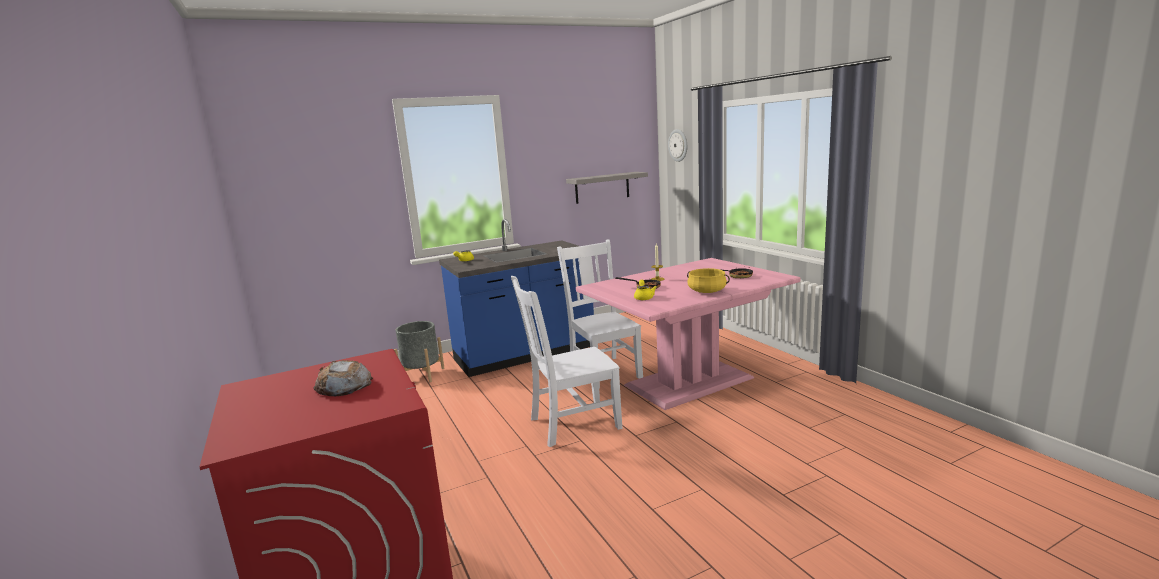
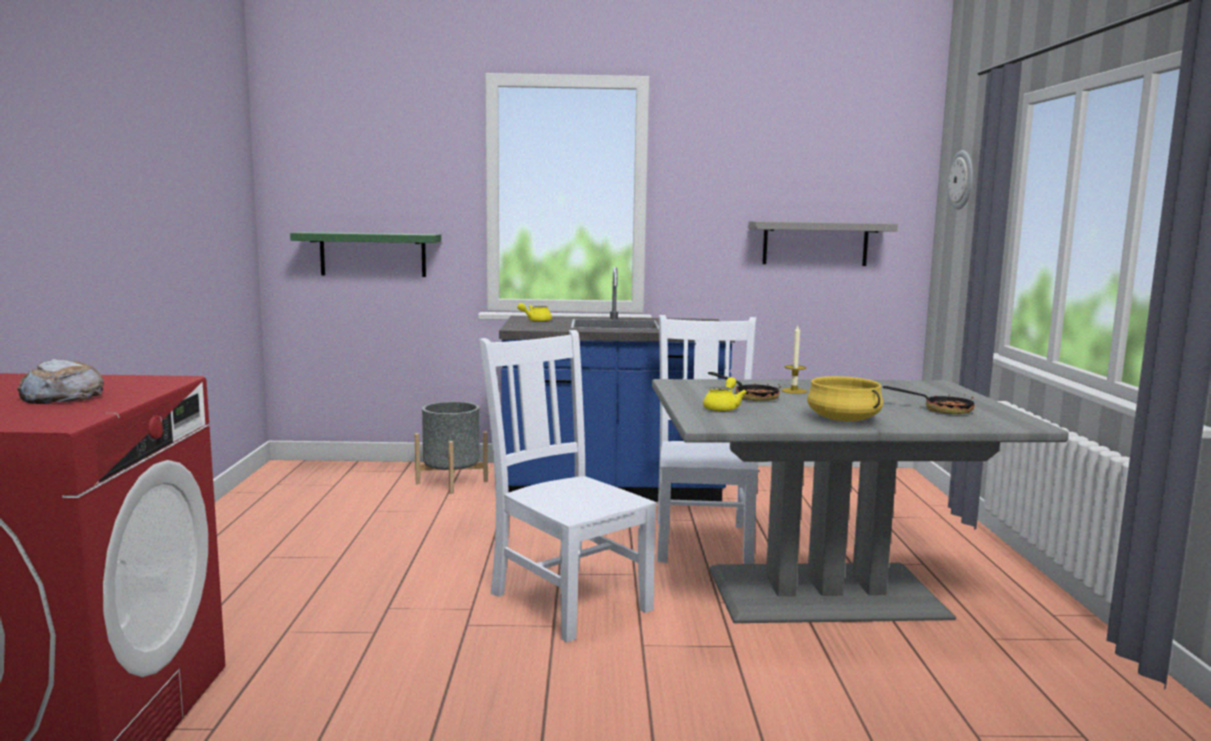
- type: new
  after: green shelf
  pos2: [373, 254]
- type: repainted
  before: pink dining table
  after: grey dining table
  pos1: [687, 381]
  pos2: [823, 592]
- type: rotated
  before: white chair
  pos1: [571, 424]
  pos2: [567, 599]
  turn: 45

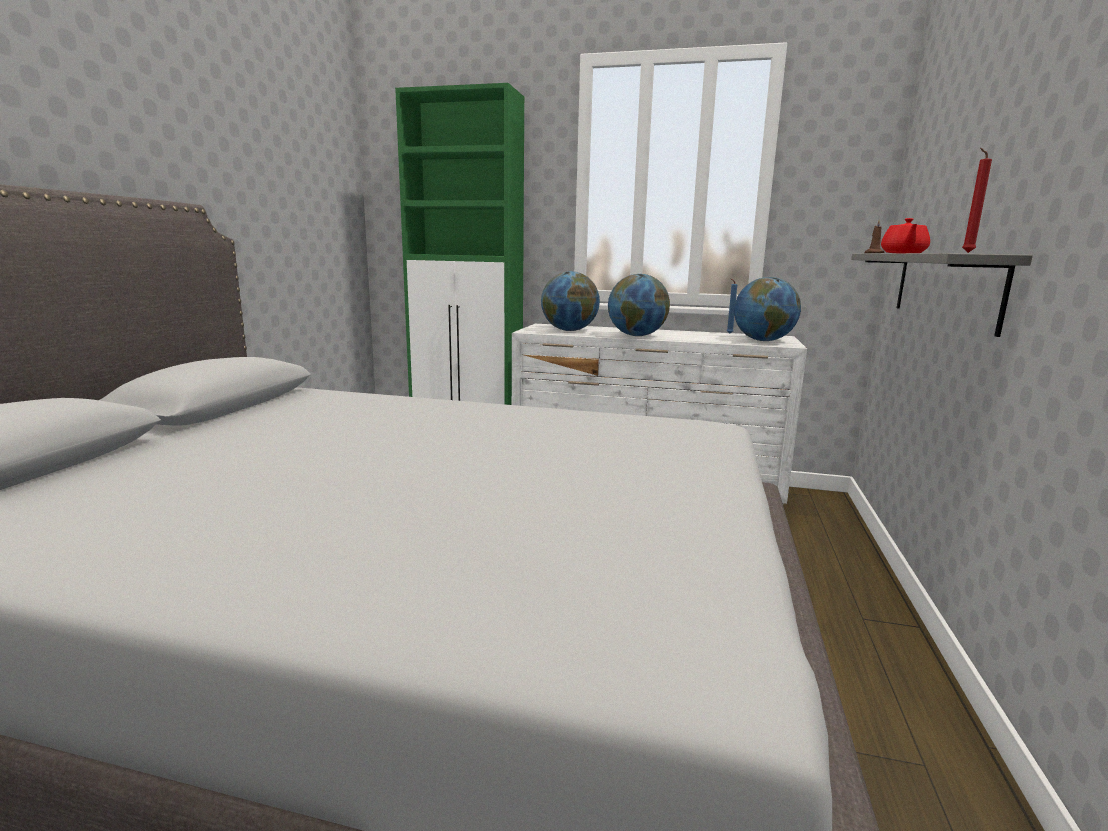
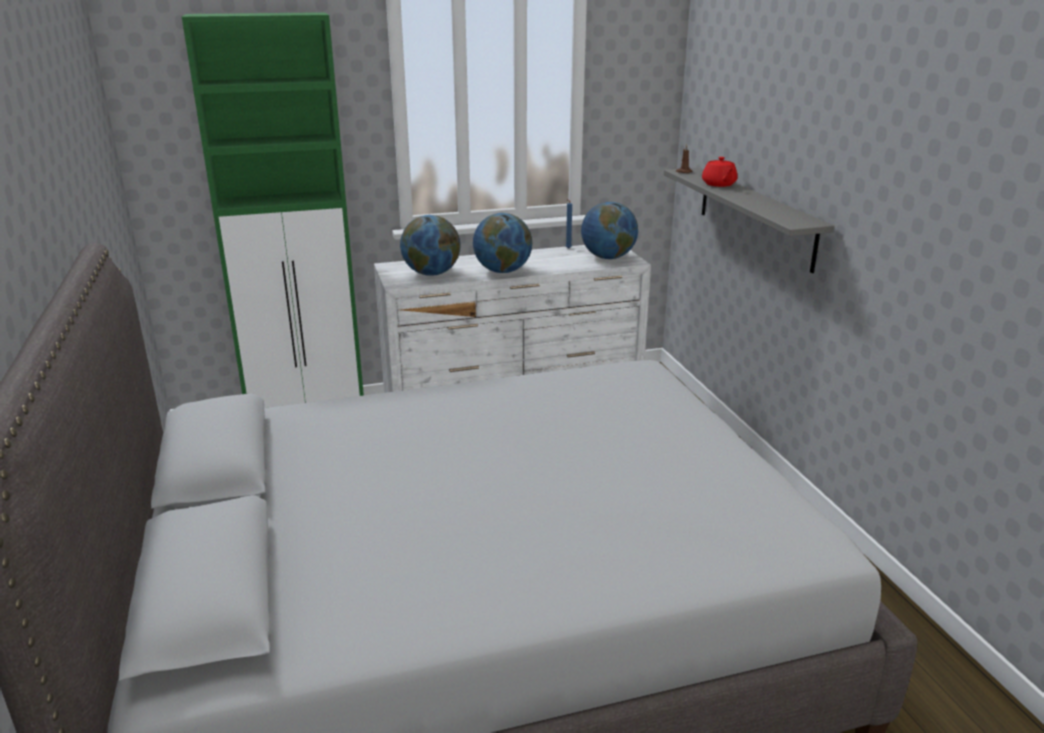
- type: gone
  before: red candle
  pos1: [966, 252]

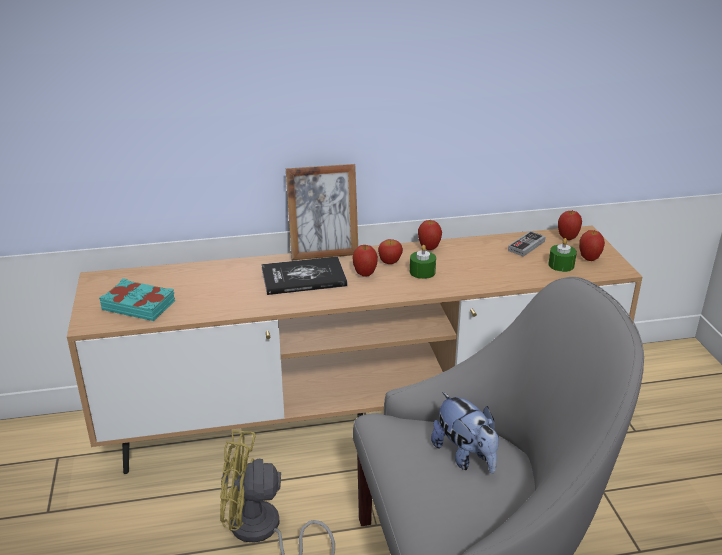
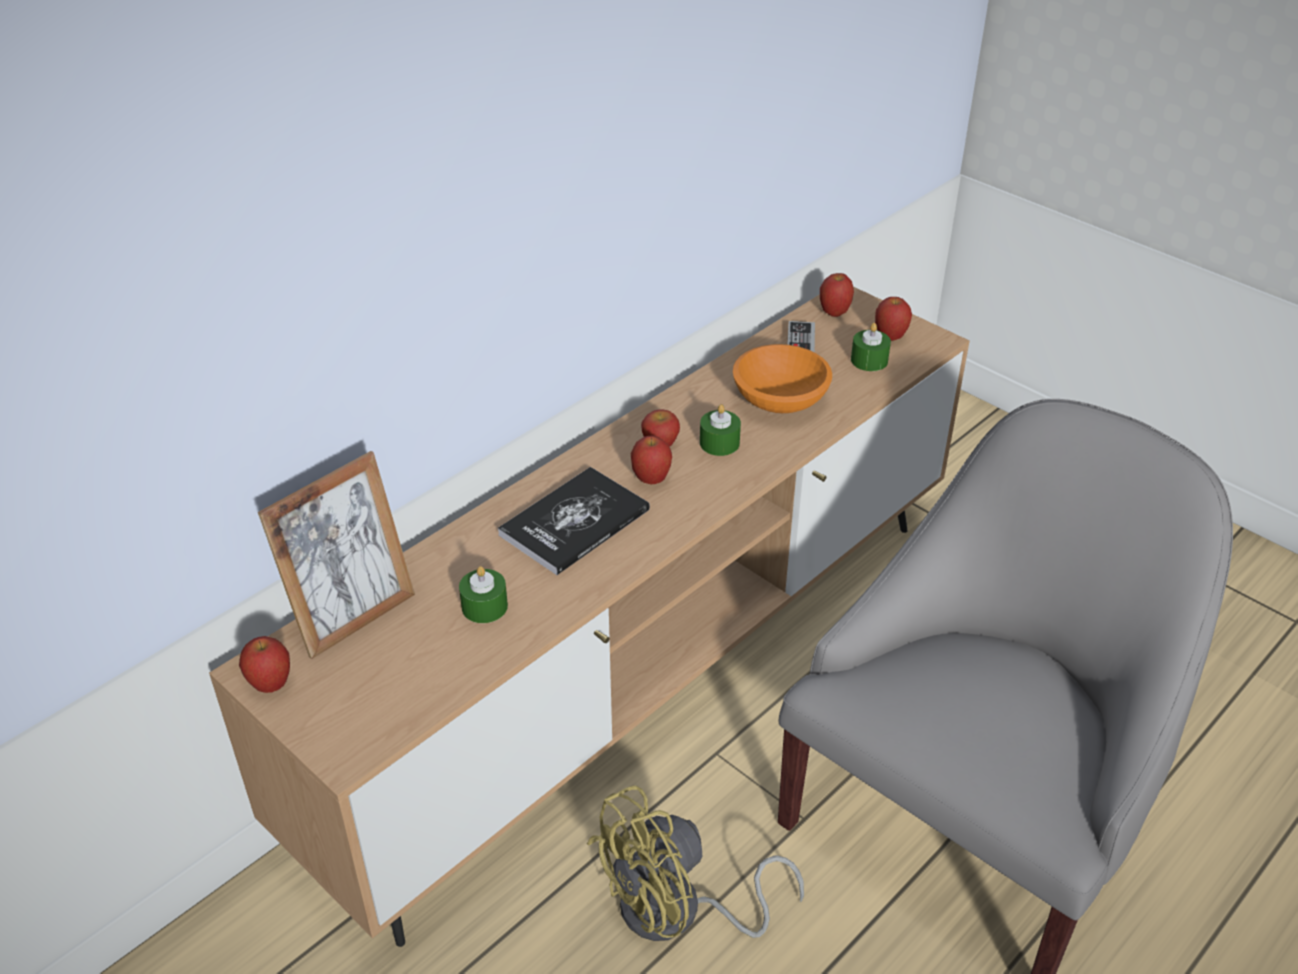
- type: gone
  before: turquoise book
  pos1: [139, 305]
- type: gone
  before: plush toy
  pos1: [465, 456]
- type: new
  after: green candle
  pos2: [484, 606]
- type: new
  after: orange bowl
  pos2: [780, 399]
- type: shifted
  before: picture frame
  pos1: [324, 253]
  pos2: [353, 616]
- type: shifted
  before: apple
  pos1: [429, 248]
  pos2: [271, 685]

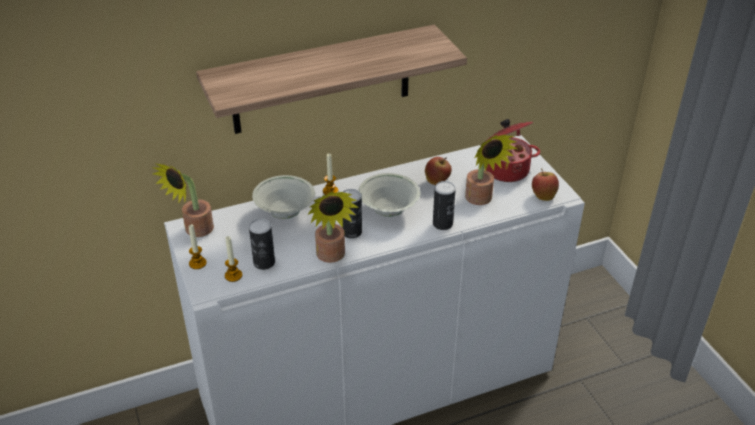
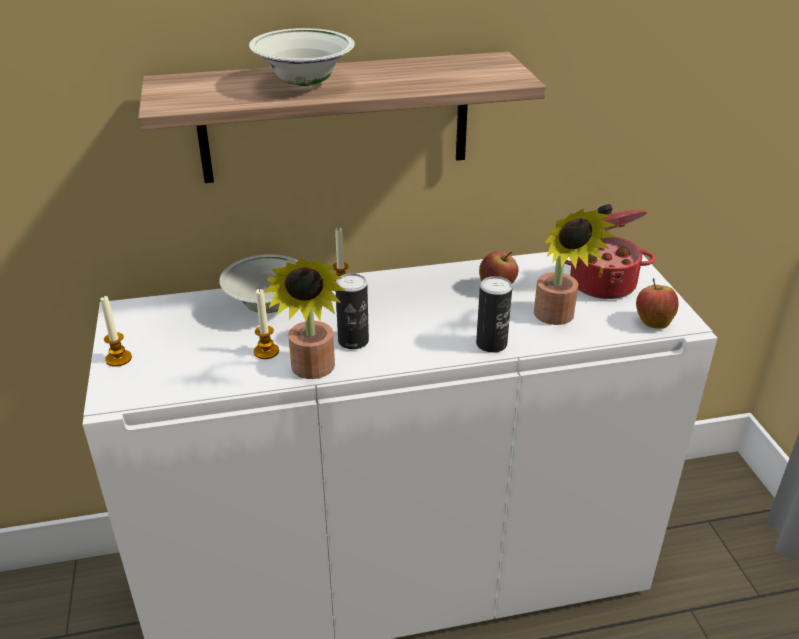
- type: gone
  before: potted plant
  pos1: [195, 231]
- type: gone
  before: can
  pos1: [264, 262]
- type: shifted
  before: candle
  pos1: [233, 275]
  pos2: [266, 351]
- type: shifted
  before: white bowl
  pos1: [388, 210]
  pos2: [304, 83]

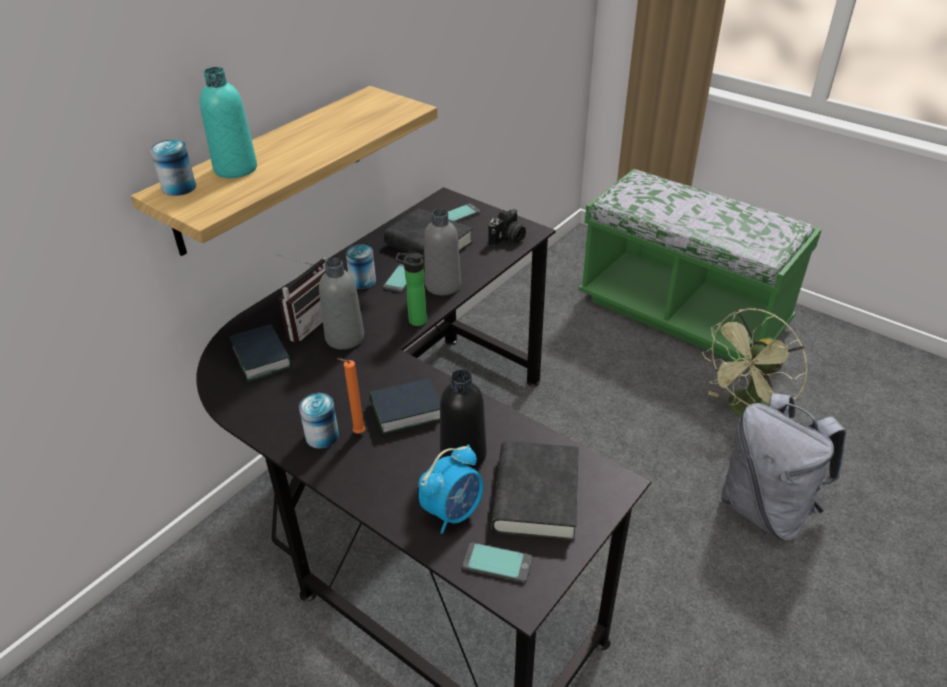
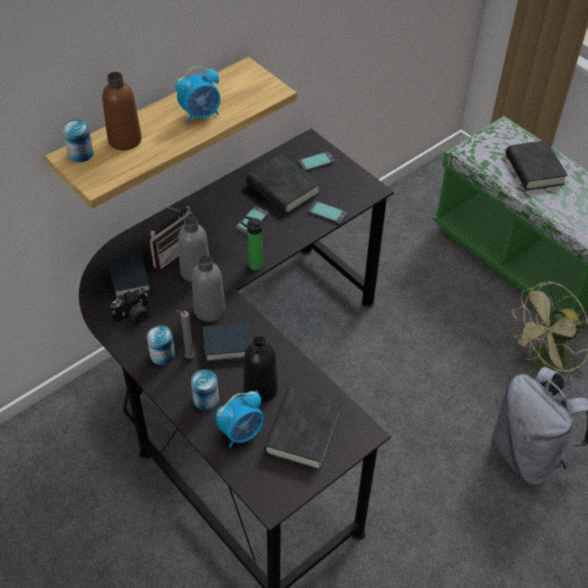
- type: new
  after: alarm clock
  pos2: [201, 115]
- type: new
  after: black book
  pos2: [534, 169]
- type: shifted
  before: can
  pos1: [362, 281]
  pos2: [206, 399]
- type: shifted
  before: grey bottle
  pos1: [443, 285]
  pos2: [209, 309]
- type: shifted
  before: phone
  pos1: [497, 563]
  pos2: [327, 213]
- type: shifted
  before: photo camera
  pos1: [508, 239]
  pos2: [133, 316]
- type: repainted
  before: turquoise bottle
  after: brown bottle
  pos1: [235, 169]
  pos2: [125, 140]
- type: repainted
  before: orange candle
  after: grey candle
  pos1: [357, 433]
  pos2: [188, 357]

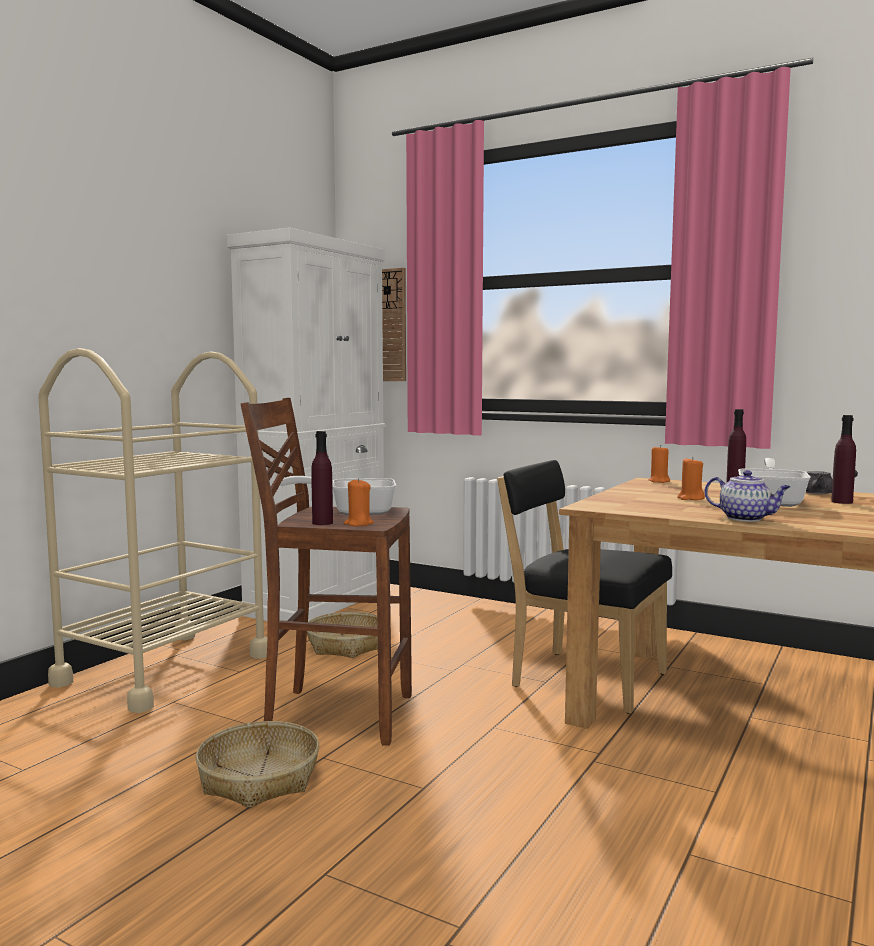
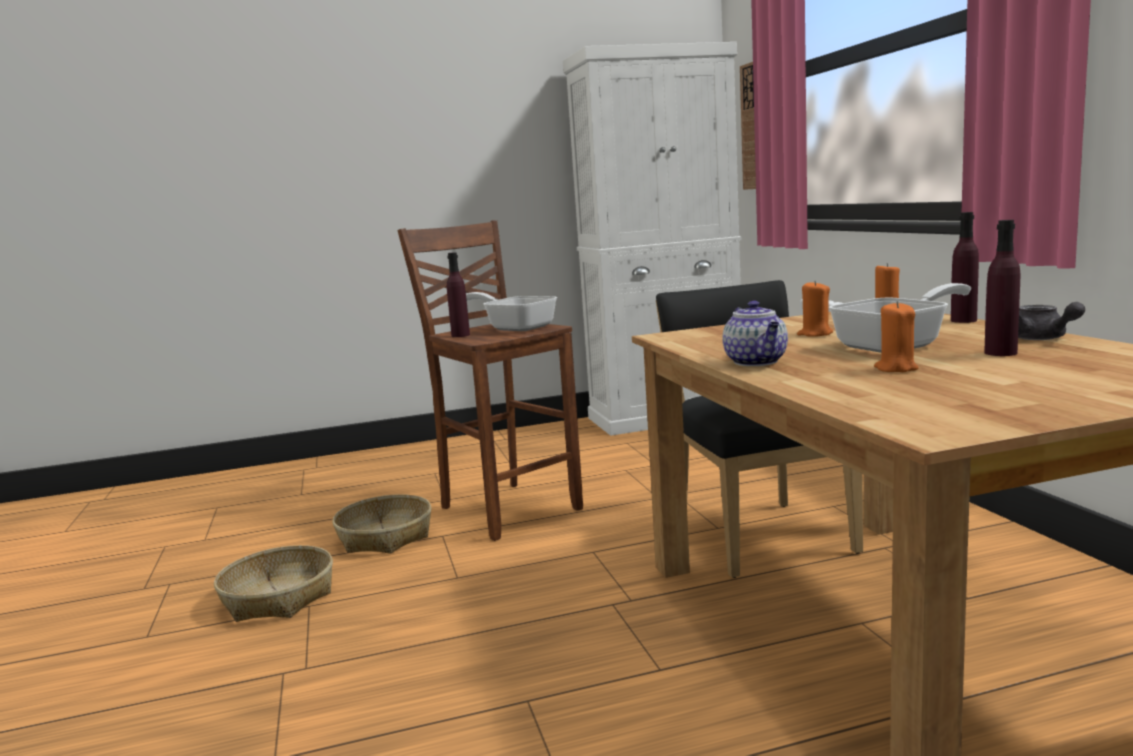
- type: gone
  before: beige cart
  pos1: [165, 669]
- type: shifted
  before: basket
  pos1: [346, 645]
  pos2: [278, 597]
- type: shifted
  before: orange candle
  pos1: [358, 524]
  pos2: [896, 368]

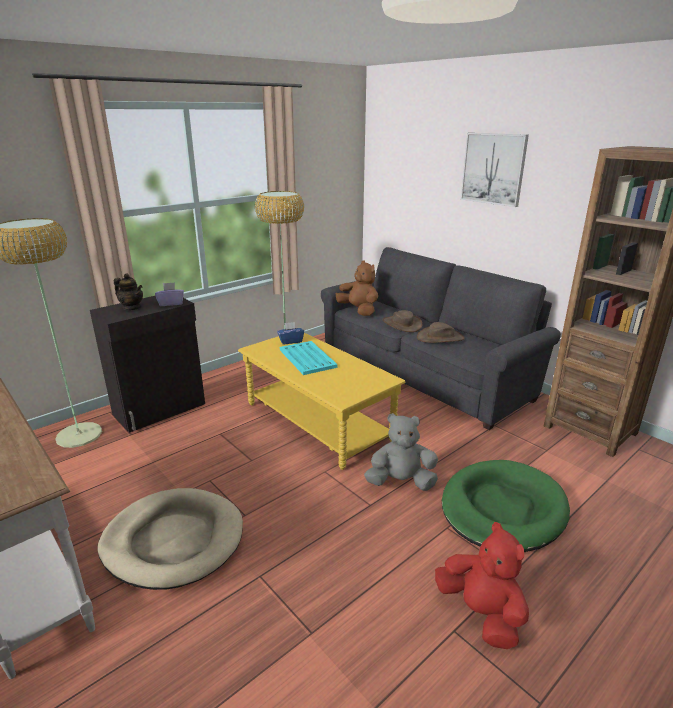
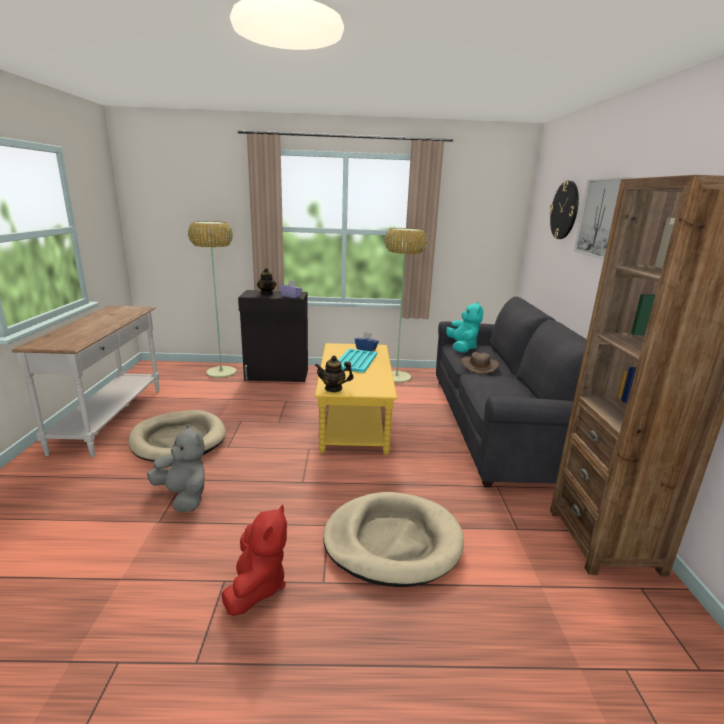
- type: gone
  before: brown hat
  pos1: [440, 338]
- type: new
  after: teapot
  pos2: [333, 388]
- type: new
  after: wall clock
  pos2: [564, 210]
- type: shifted
  before: grey plush toy
  pos1: [401, 482]
  pos2: [183, 496]
- type: repainted
  before: brown plush toy
  after: turquoise plush toy
  pos1: [358, 310]
  pos2: [462, 348]
- type: repainted
  before: green dog bed
  after: beige dog bed
  pos1: [502, 509]
  pos2: [392, 541]

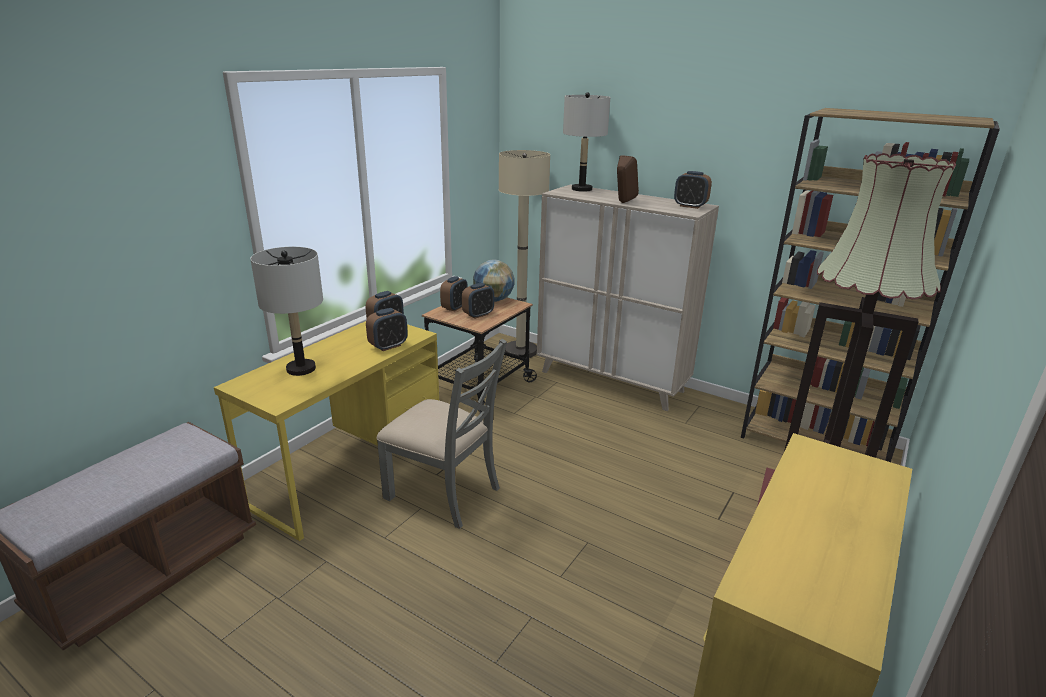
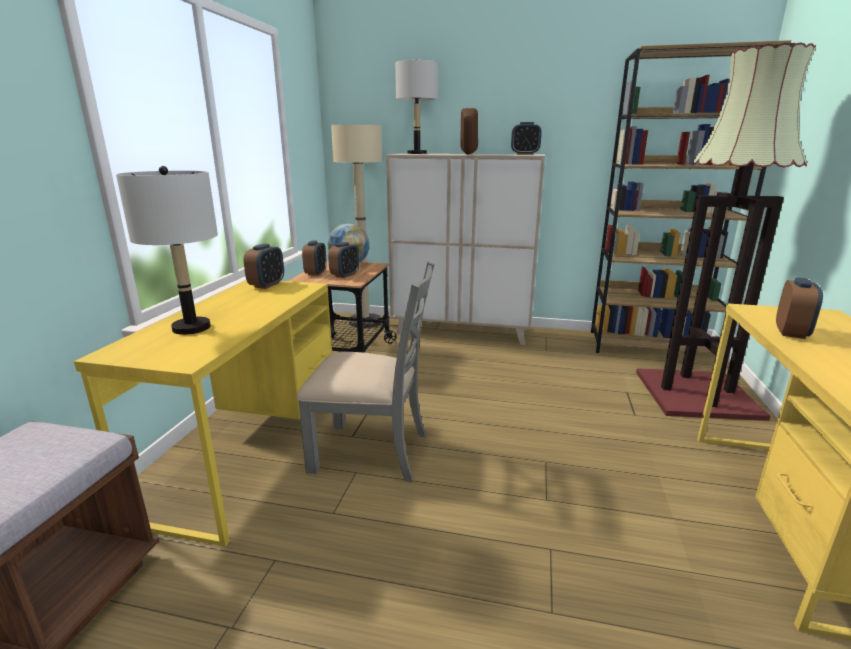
- type: shifted
  before: alarm clock
  pos1: [388, 346]
  pos2: [791, 332]

